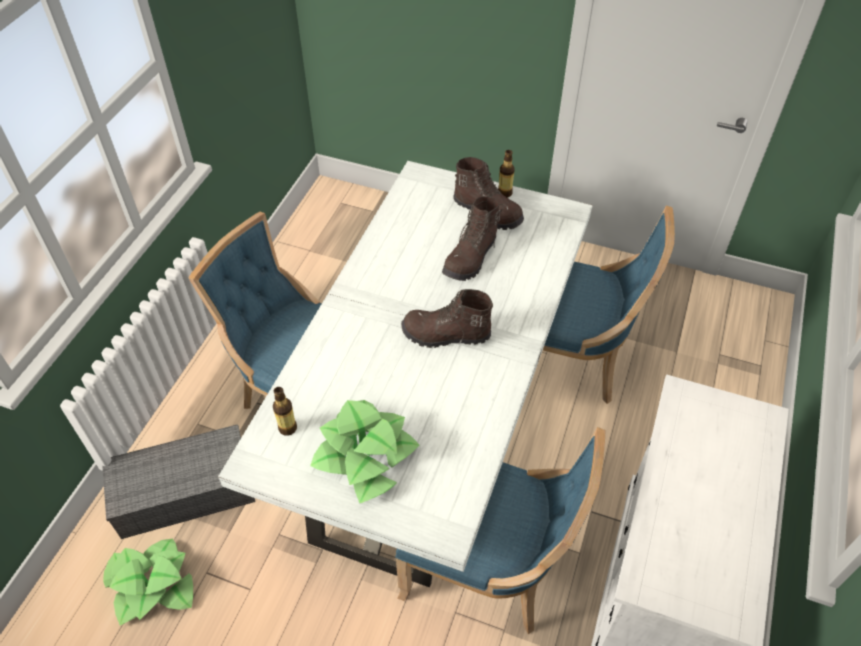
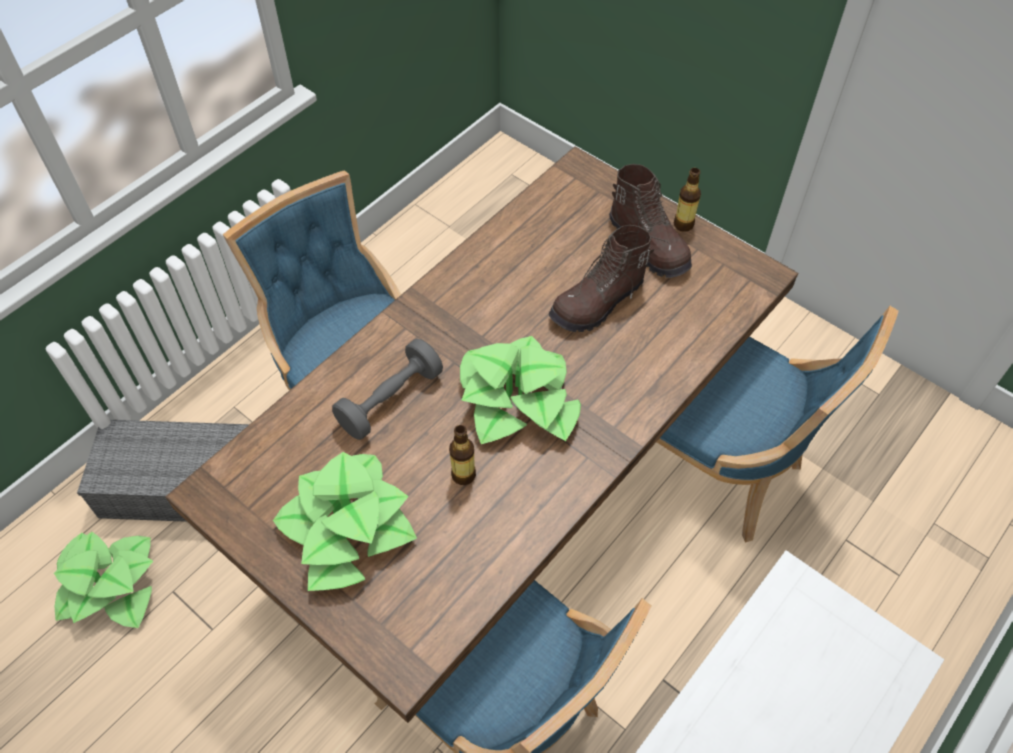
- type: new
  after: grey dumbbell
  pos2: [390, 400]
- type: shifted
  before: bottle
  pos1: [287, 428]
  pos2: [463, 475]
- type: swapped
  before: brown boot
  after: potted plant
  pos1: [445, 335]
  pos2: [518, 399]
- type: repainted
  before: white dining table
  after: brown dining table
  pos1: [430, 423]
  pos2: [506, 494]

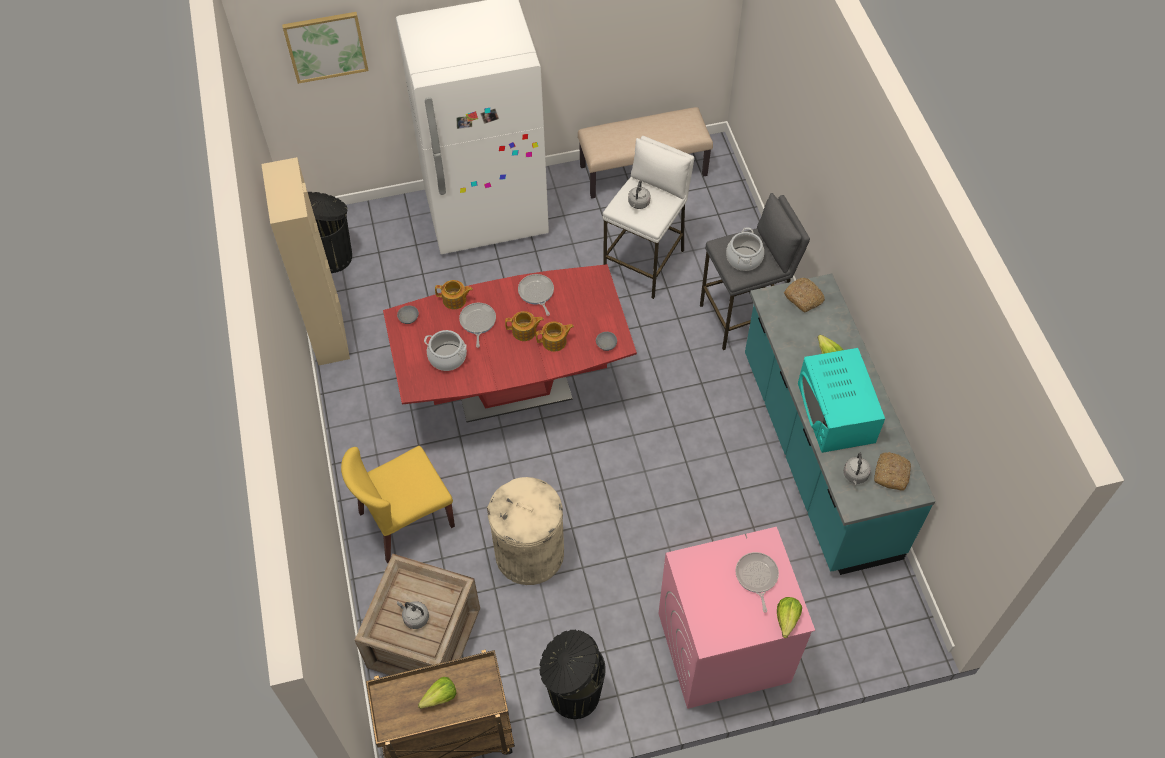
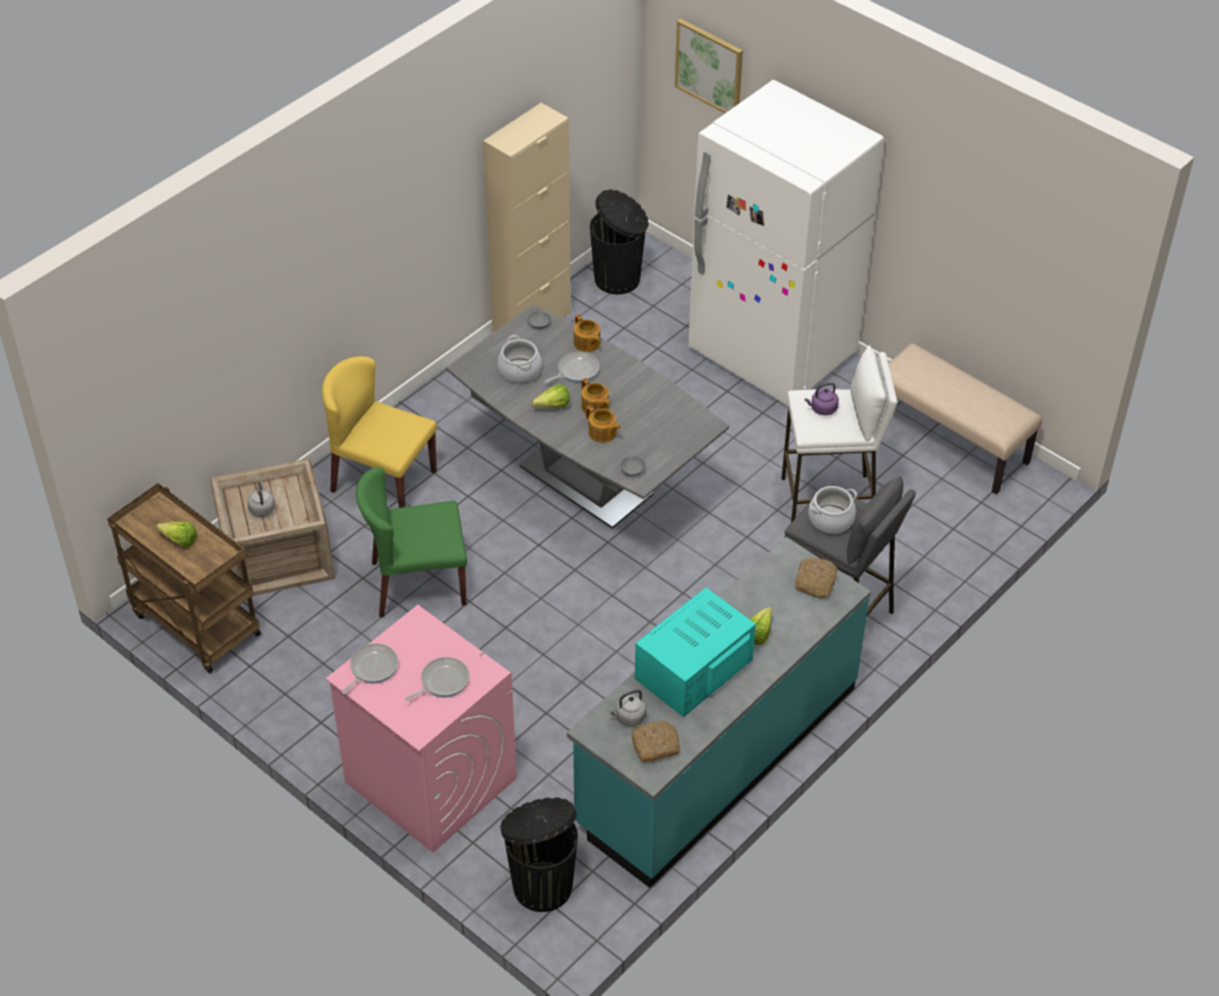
- type: shifted
  before: frying pan
  pos1: [536, 293]
  pos2: [372, 668]
- type: shifted
  before: black trash can
  pos1: [573, 694]
  pos2: [541, 884]
- type: shifted
  before: lettuce
  pos1: [785, 622]
  pos2: [550, 406]
- type: swapped
  before: beige trash can
  after: green chair
  pos1: [529, 553]
  pos2: [417, 583]
- type: repainted
  before: red dining table
  after: grey dining table
  pos1: [514, 389]
  pos2: [586, 481]
- type: repainted
  before: grey kettle
  after: purple kettle
  pos1: [638, 204]
  pos2: [822, 409]

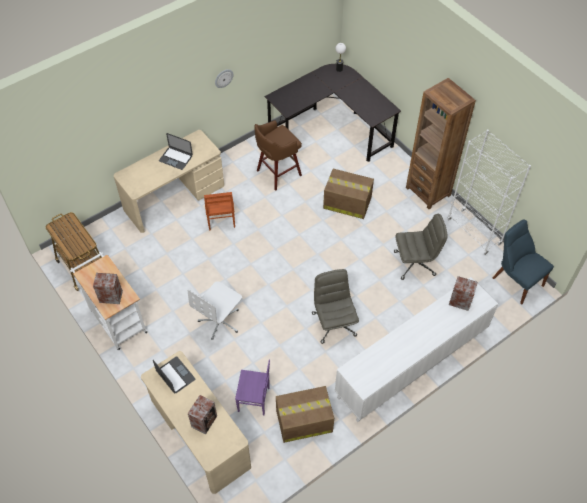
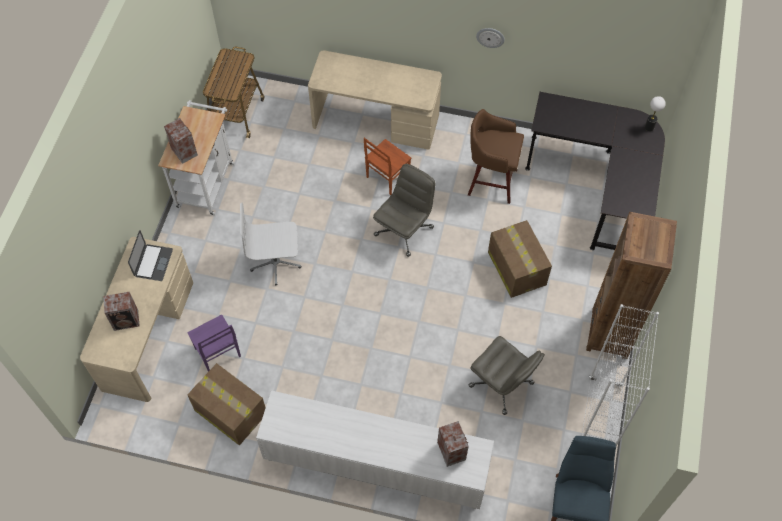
- type: gone
  before: laptop
  pos1: [176, 158]
- type: shifted
  before: grey office chair
  pos1: [333, 324]
  pos2: [404, 230]

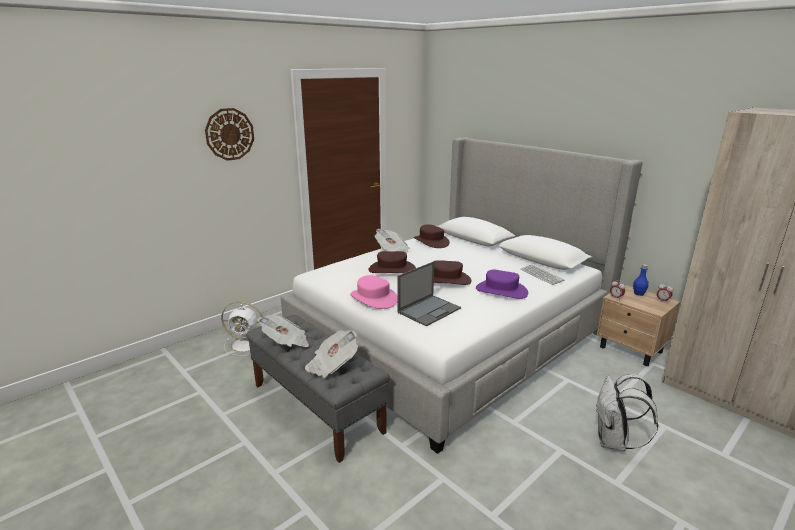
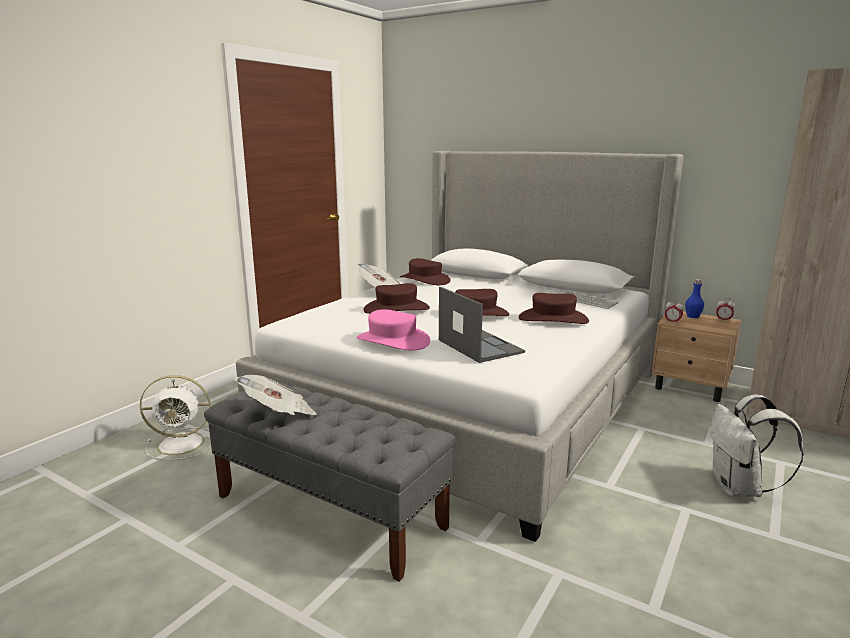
- type: gone
  before: wall clock
  pos1: [229, 134]
- type: gone
  before: newspaper
  pos1: [332, 365]
- type: repainted
  before: purple hat
  after: brown hat
  pos1: [501, 291]
  pos2: [553, 319]
- type: rotated
  before: laptop
  pos1: [429, 310]
  pos2: [479, 346]
  turn: -60

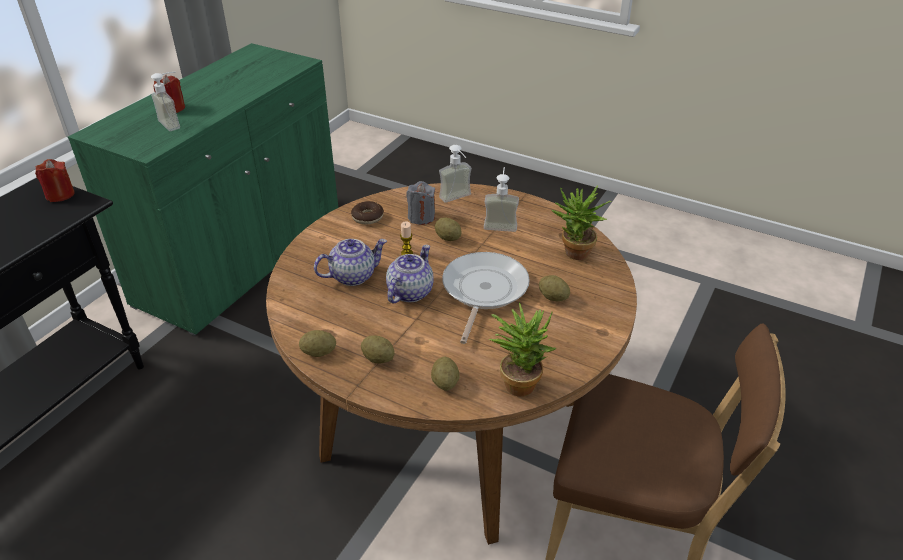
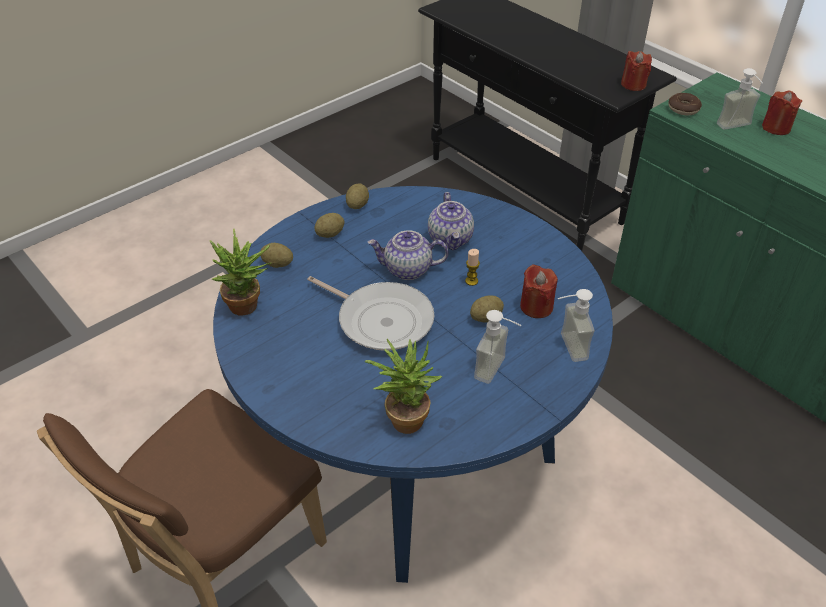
- type: gone
  before: potato
  pos1: [553, 297]
- type: shifted
  before: donut
  pos1: [367, 217]
  pos2: [683, 109]
- type: repainted
  before: brown dining table
  after: blue dining table
  pos1: [451, 429]
  pos2: [413, 450]
- type: repainted
  before: grey candle
  after: red candle
  pos1: [421, 217]
  pos2: [536, 306]
- type: rotated
  before: teapot
  pos1: [410, 292]
  pos2: [407, 270]
  turn: 135

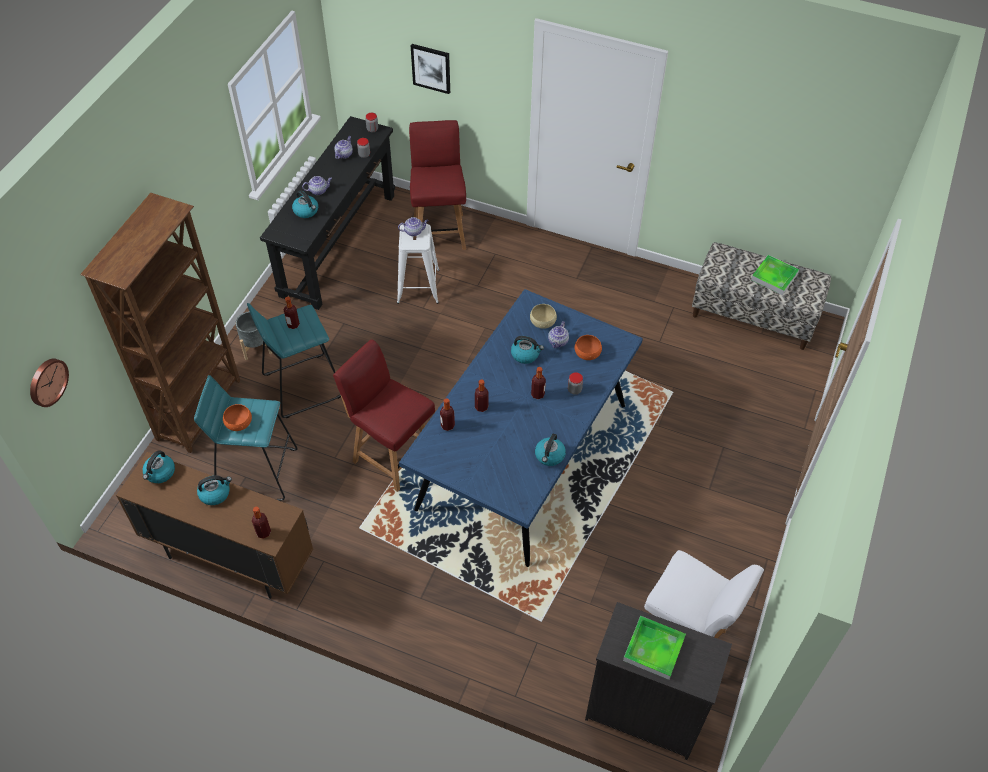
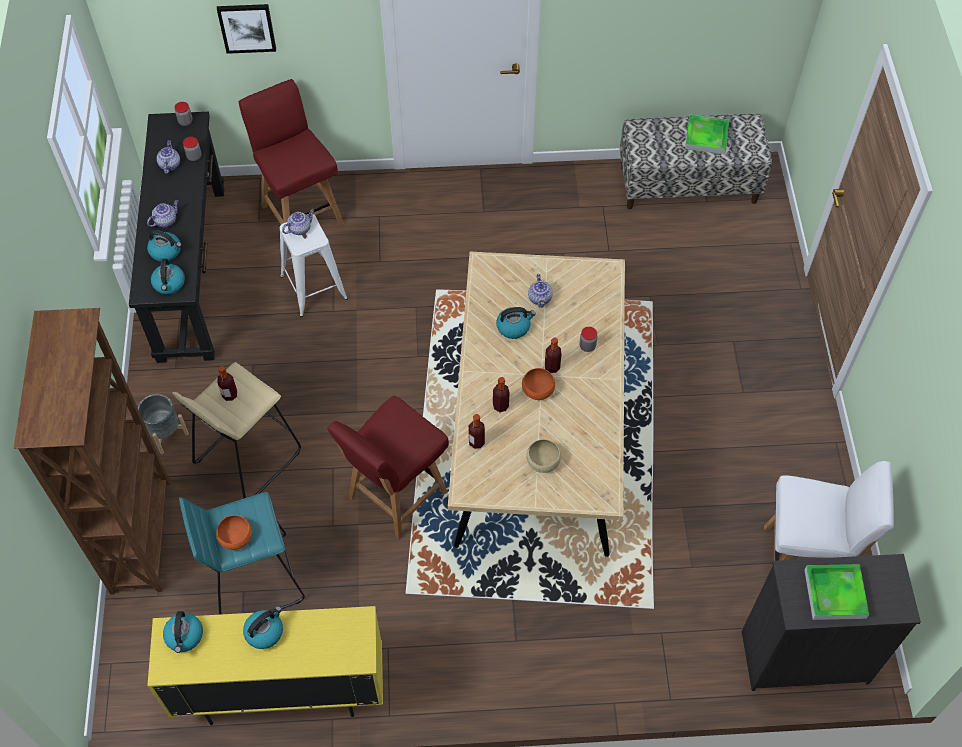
- type: gone
  before: wall clock
  pos1: [47, 381]
- type: gone
  before: bottle
  pos1: [263, 532]
- type: shifted
  before: beige bowl
  pos1: [543, 321]
  pos2: [543, 461]
- type: shifted
  before: kettle
  pos1: [549, 456]
  pos2: [169, 284]
- type: shifted
  before: orange bowl
  pos1: [587, 352]
  pos2: [538, 389]
- type: repainted
  before: brown cabinet
  after: yellow cabinet
  pos1: [231, 558]
  pos2: [282, 692]
- type: repainted
  before: turquoise stool
  after: beige stool
  pos1: [302, 385]
  pos2: [247, 457]
- type: repainted
  before: blue dining table
  after: beige dining table
  pos1: [523, 457]
  pos2: [537, 438]
- type: rotated
  before: red chair
  pos1: [392, 456]
  pos2: [395, 496]
  turn: -60

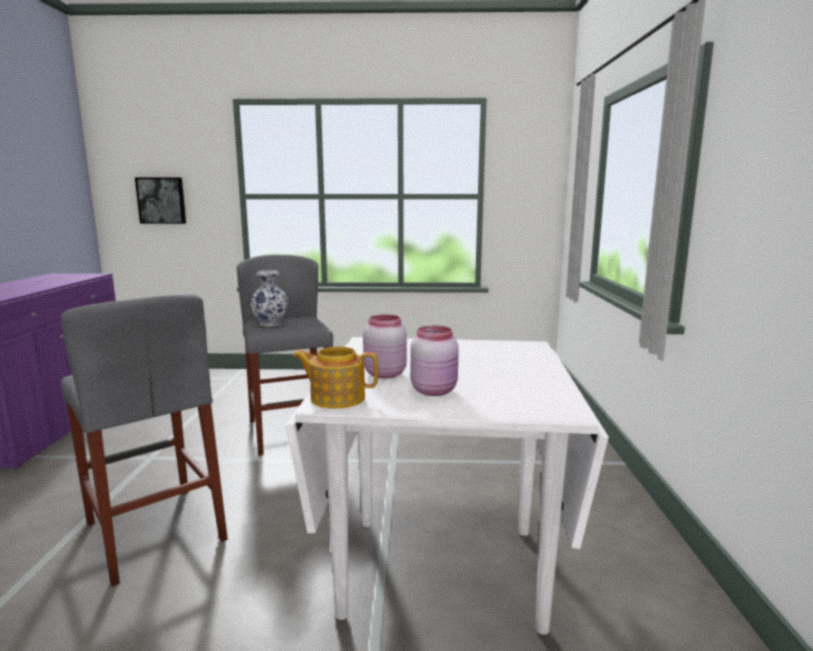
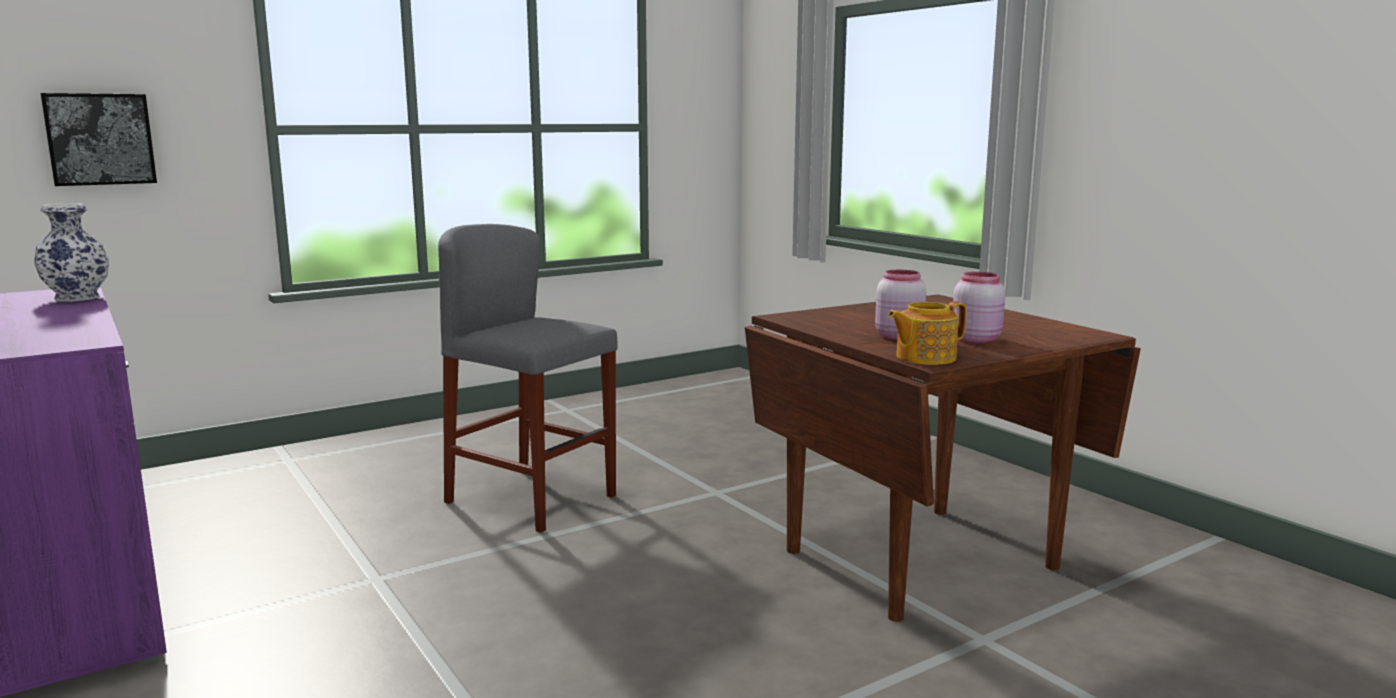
- type: gone
  before: grey stool
  pos1: [154, 531]
- type: shifted
  before: vase
  pos1: [271, 323]
  pos2: [78, 297]
- type: repainted
  before: white dining table
  after: brown dining table
  pos1: [442, 568]
  pos2: [918, 558]

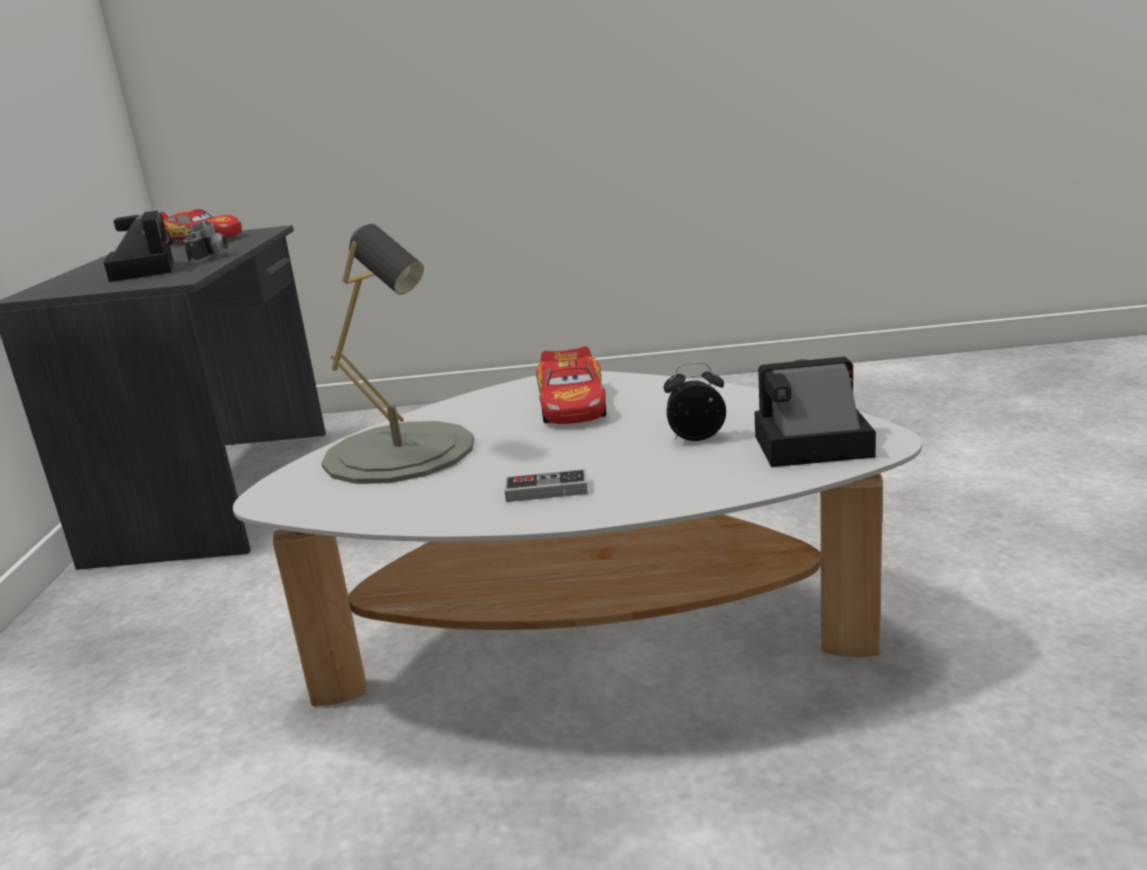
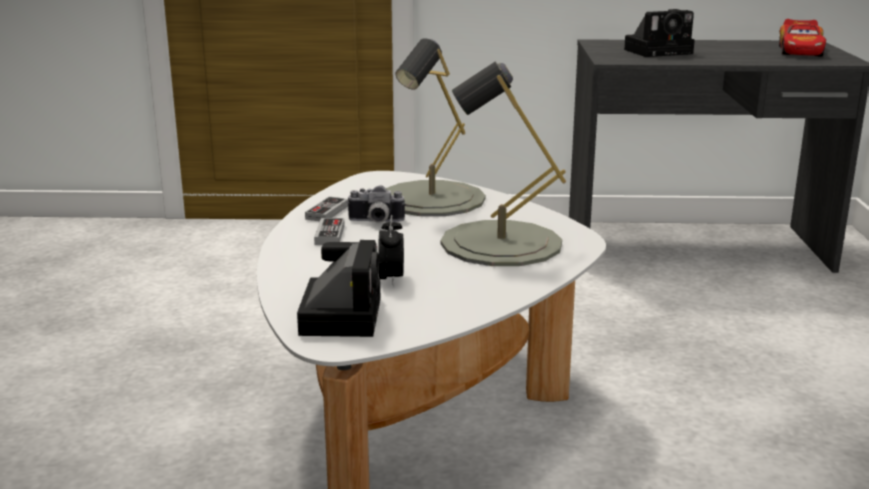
- type: new
  after: game controller
  pos2: [327, 212]
- type: shifted
  before: photo camera
  pos1: [211, 257]
  pos2: [375, 222]
- type: swapped
  before: toy car
  after: grey table lamp
  pos1: [573, 405]
  pos2: [501, 243]

